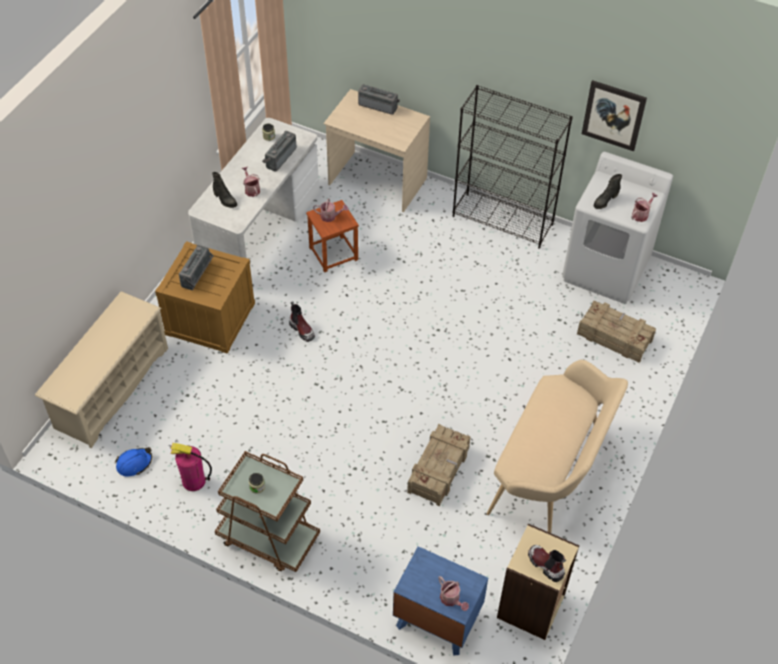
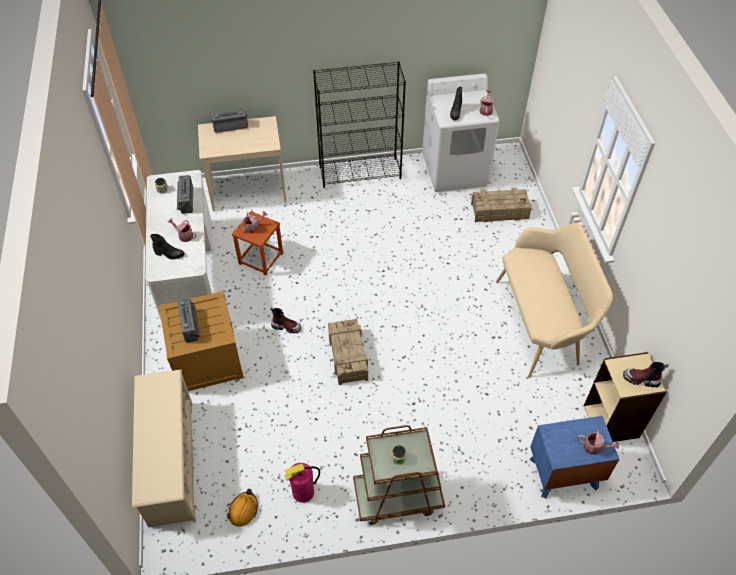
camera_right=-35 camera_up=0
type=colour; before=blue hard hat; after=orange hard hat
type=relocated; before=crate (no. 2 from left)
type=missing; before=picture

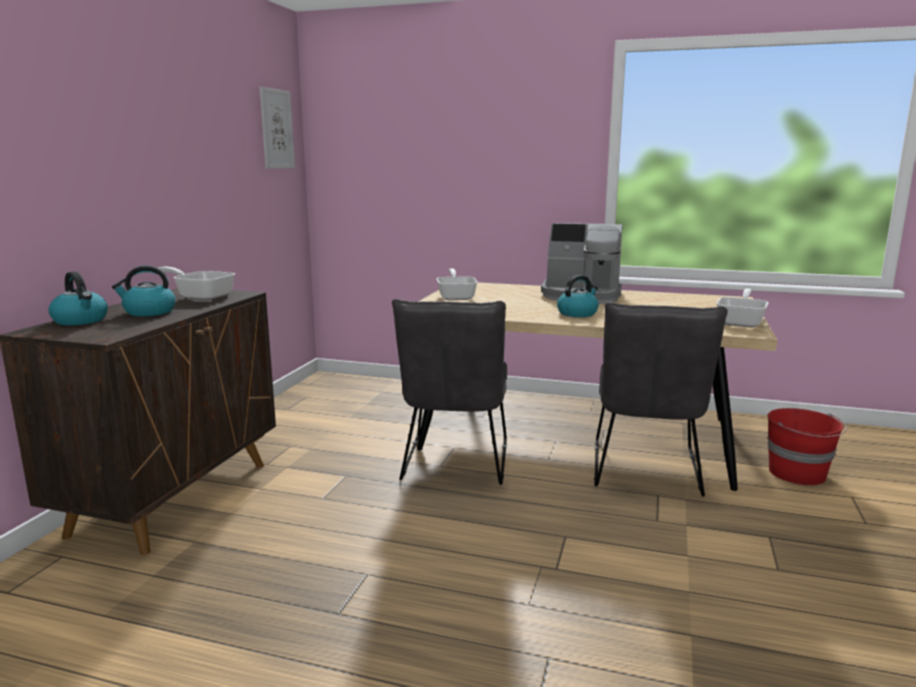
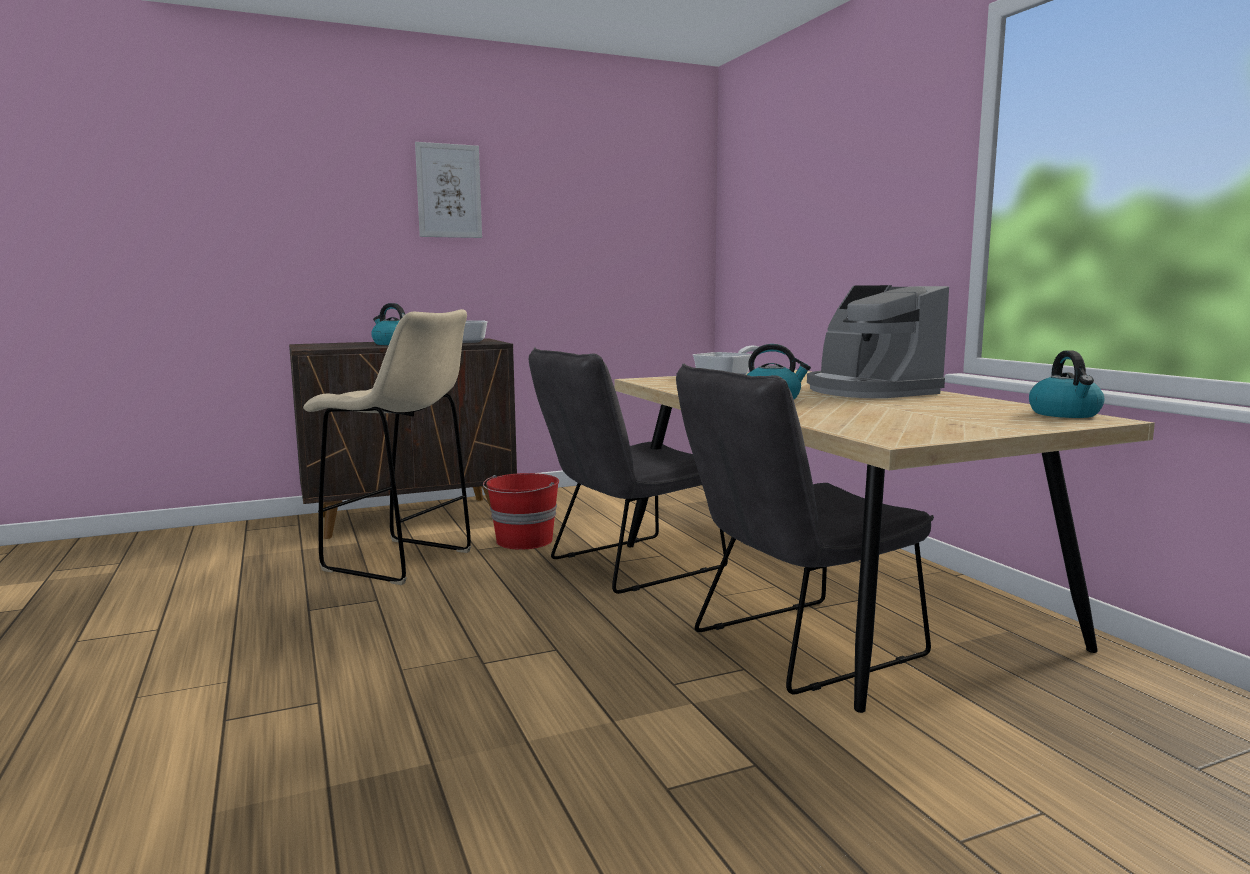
camera_right=50 camera_up=-5
type=relocated; before=kettle (no. 1 from left in the first image); after=kettle (no. 3 from left)
type=relocated; before=picture
type=missing; before=frying pan (no. 3 from left)
type=relocated; before=red bucket
type=appeared; after=beige stool

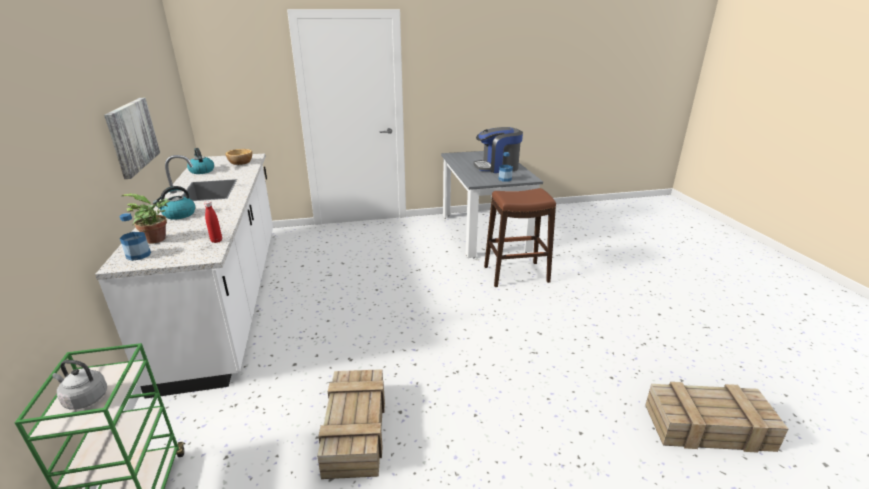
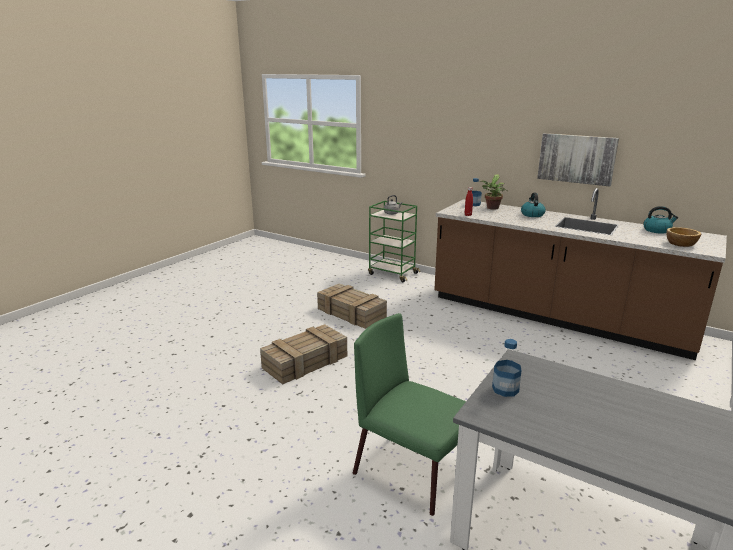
camera_right=135 camera_up=-5
type=colour; before=white counter; after=brown counter
type=missing; before=coffee machine
type=exchanged; before=brown stool; after=green chair
type=relocated; before=crate (no. 2 from left in the first image); after=crate (no. 1 from left)

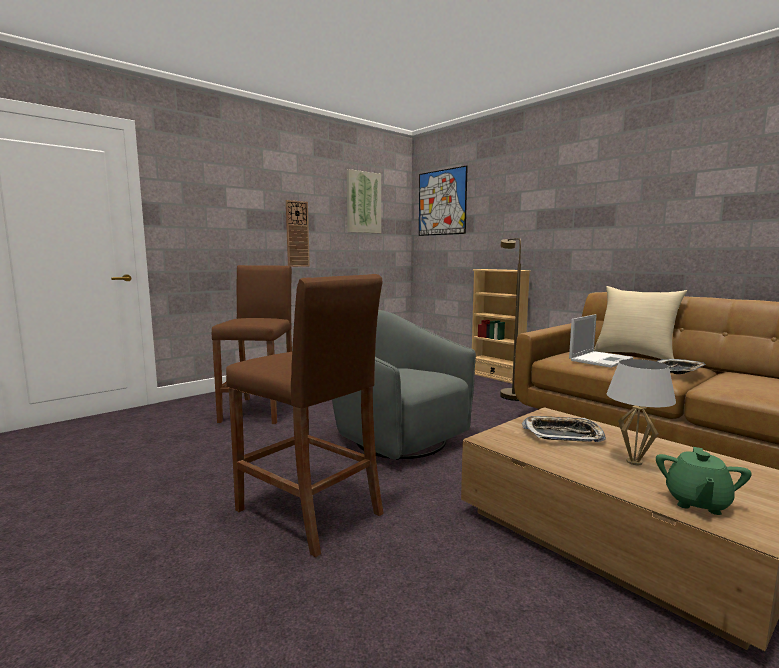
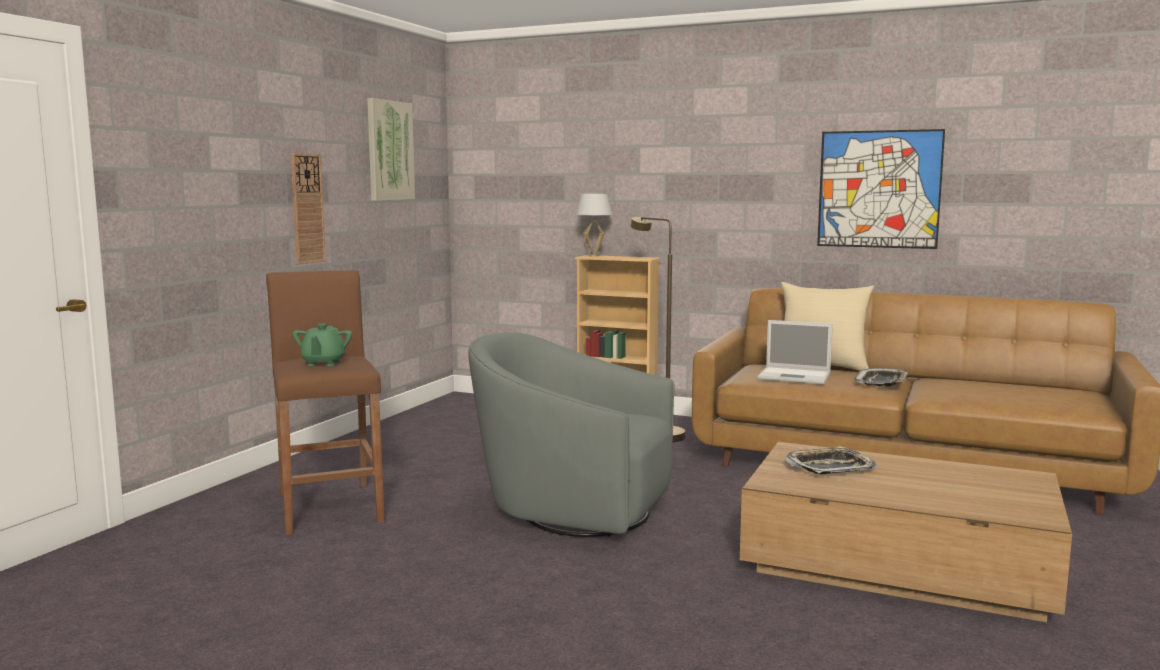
camera_right=-25 camera_up=0
type=missing; before=brown stool (no. 2 from left)
type=relocated; before=picture (no. 2 from left)
type=spun; before=laptop; turn=90
type=relocated; before=white table lamp
type=relocated; before=green teapot

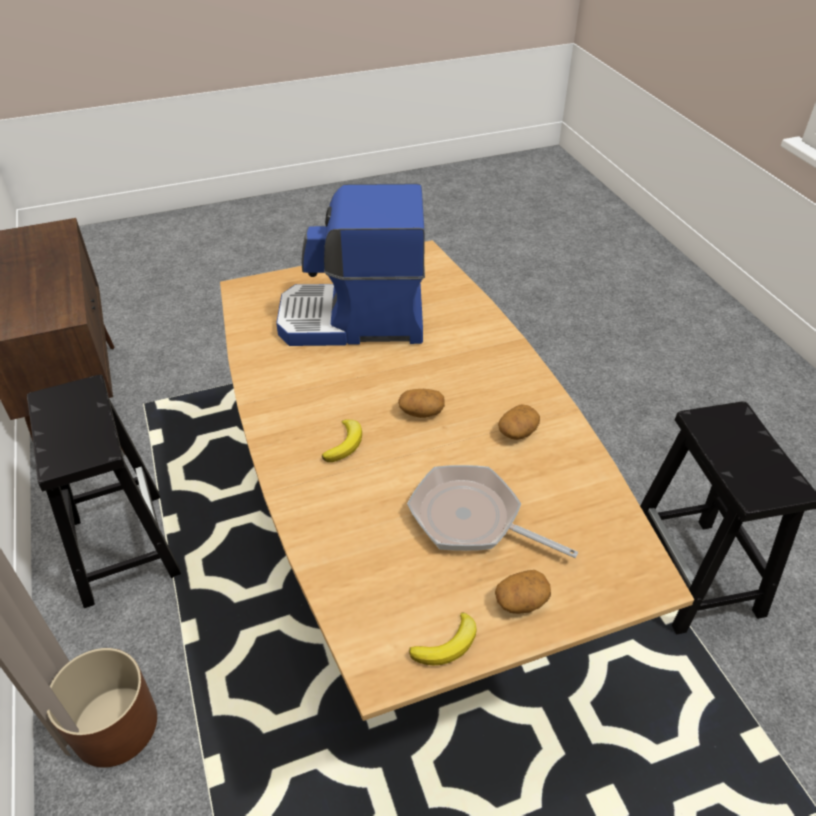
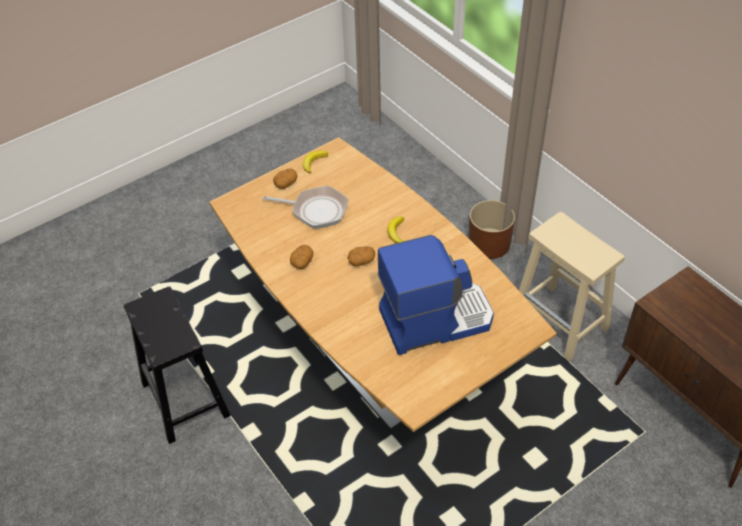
camera_right=165 camera_up=5
type=colour; before=black stool (no. 1 from left); after=beige stool

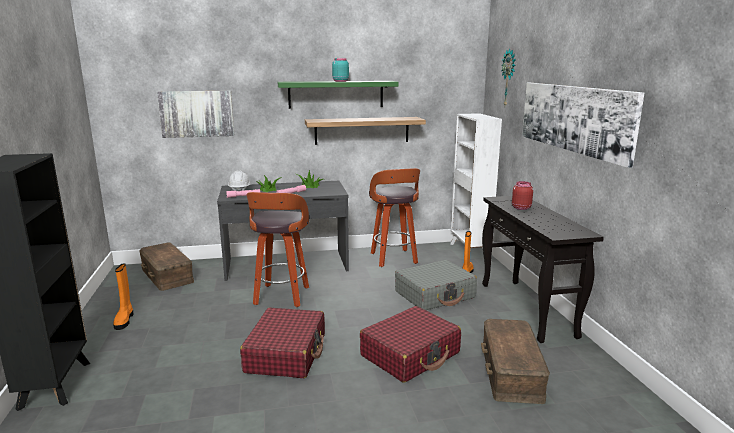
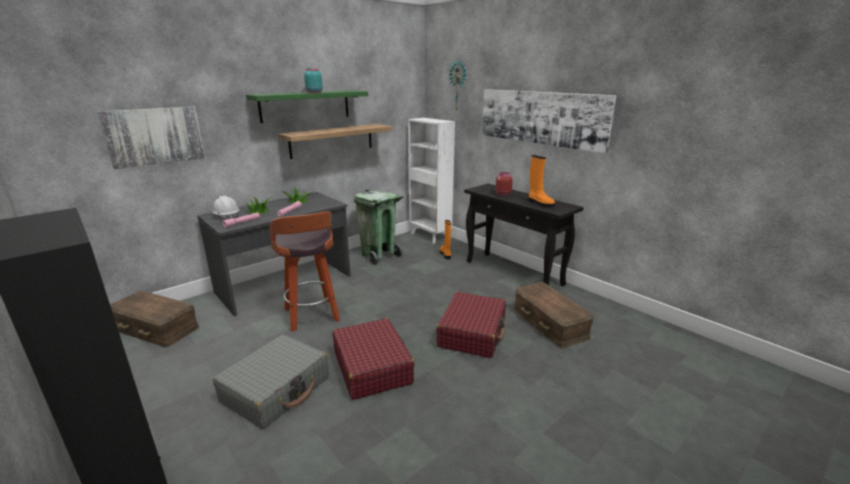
camera_right=-30 camera_up=5
type=relocated; before=orange boot (no. 1 from left in the first image); after=orange boot (no. 2 from left)
type=exchanged; before=stool (no. 2 from left); after=green trash can
type=relocated; before=grey suitcase

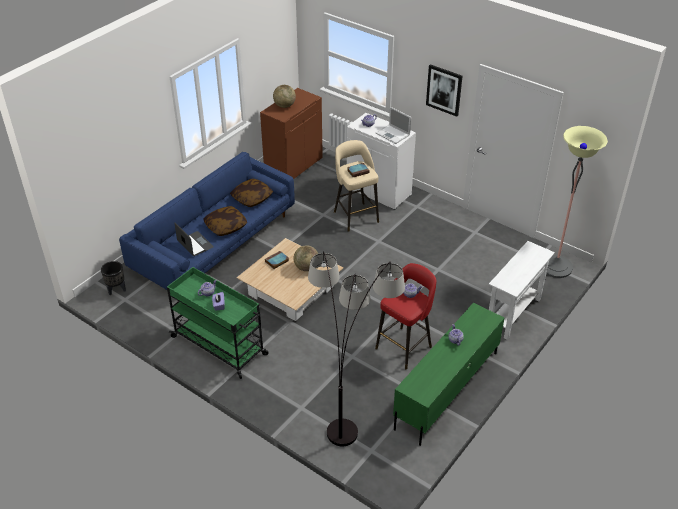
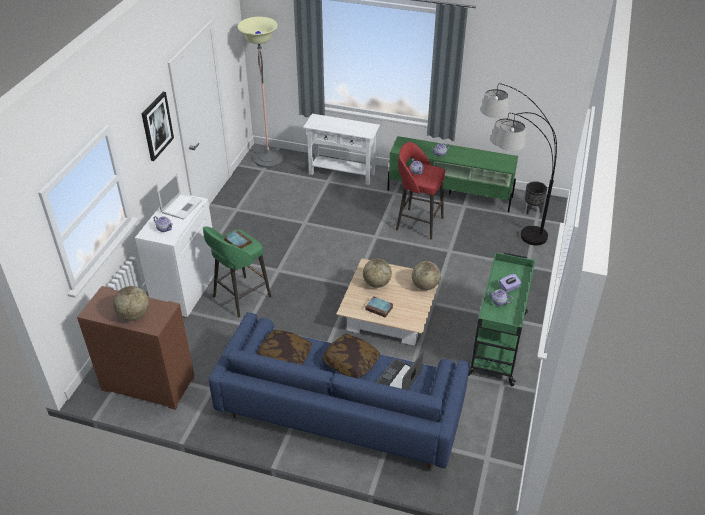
camera_right=-110 camera_up=0
type=relocated; before=black planter
type=colour; before=beige stool; after=green stool
type=appeared; after=globe (no. 3 from left)

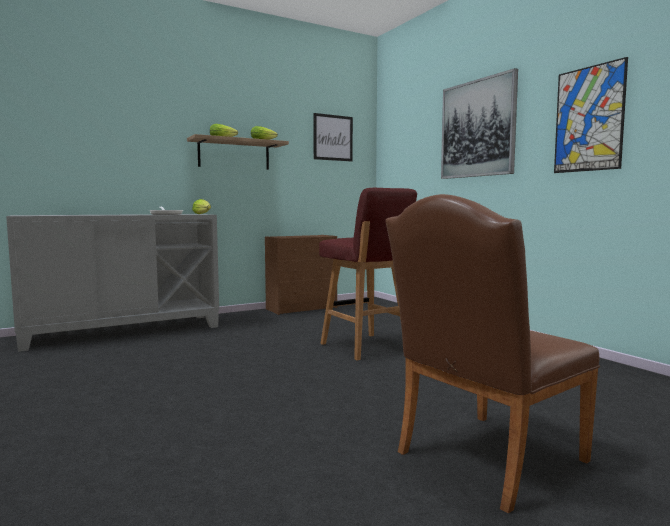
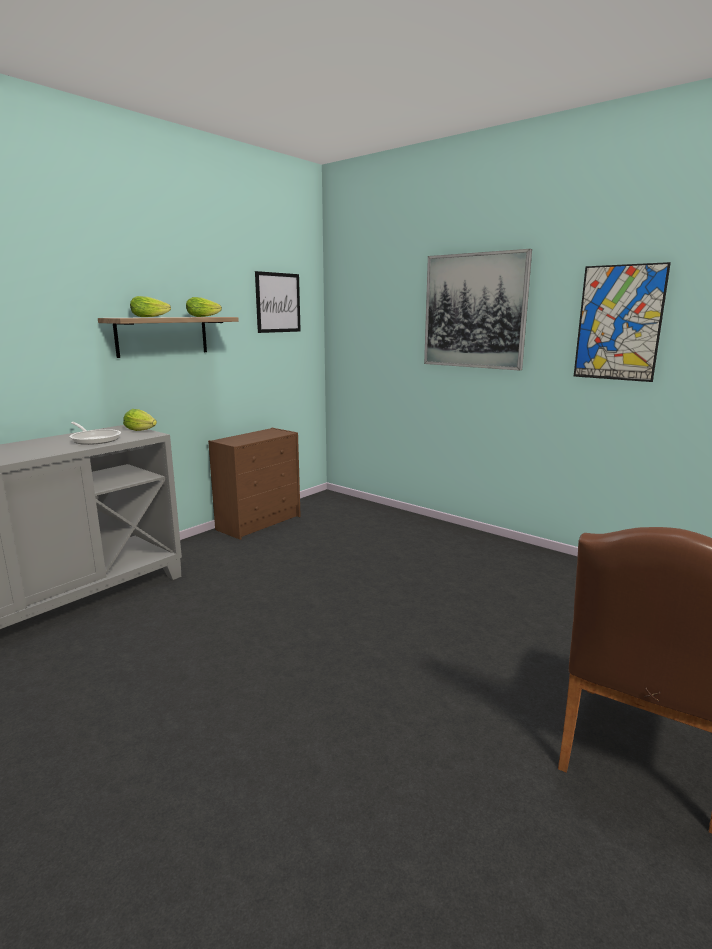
camera_right=-20 camera_up=10
type=missing; before=red stool

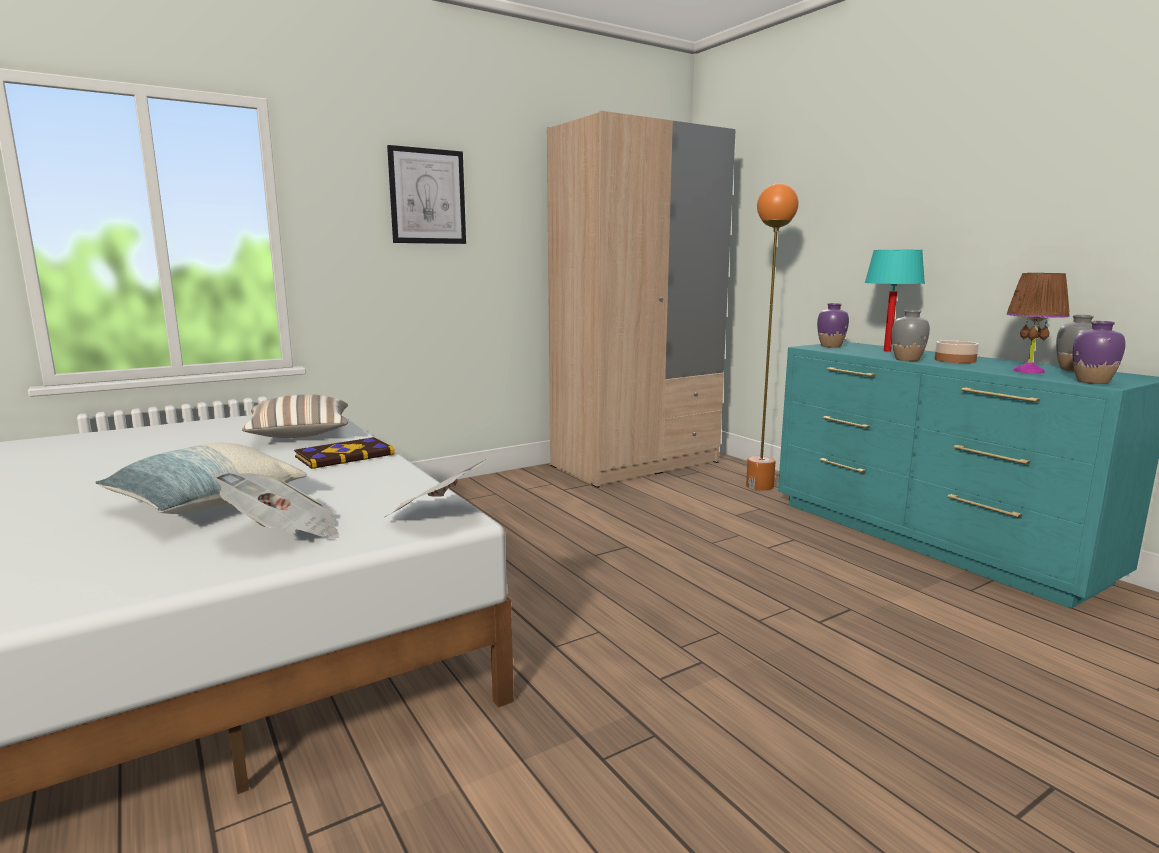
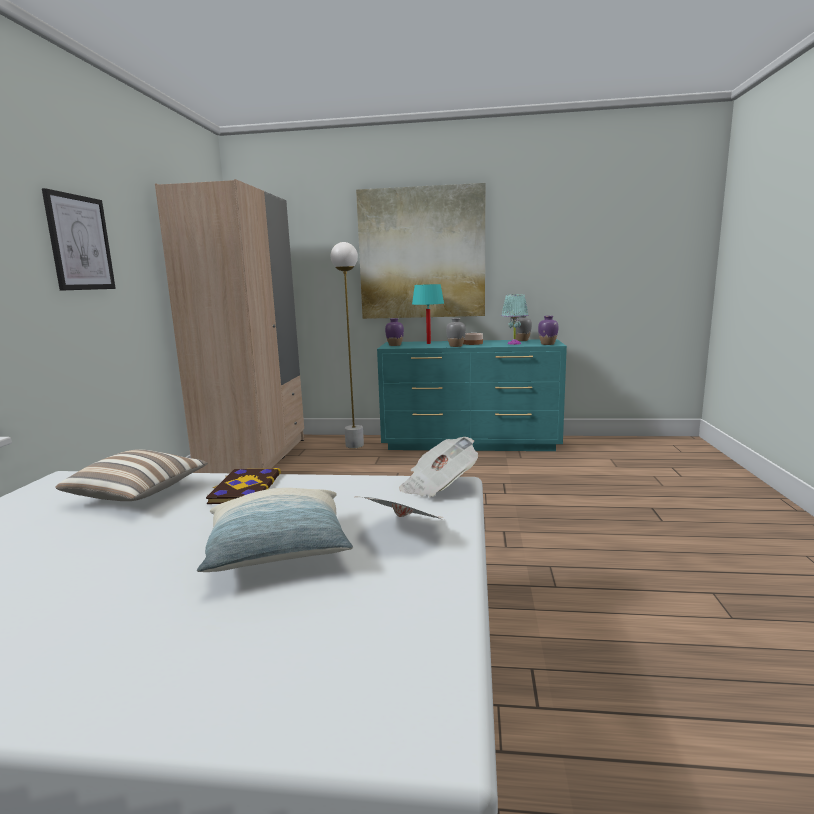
camera_right=-50 camera_up=0
type=colour; before=orange floor lamp; after=white floor lamp
type=colour; before=brown table lamp; after=turquoise table lamp (no. 2 from left)
type=appeared; after=picture (no. 2 from left)

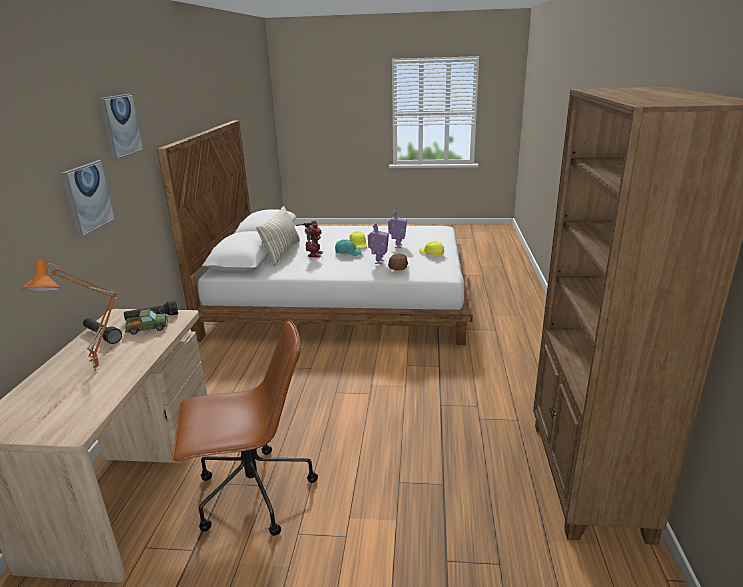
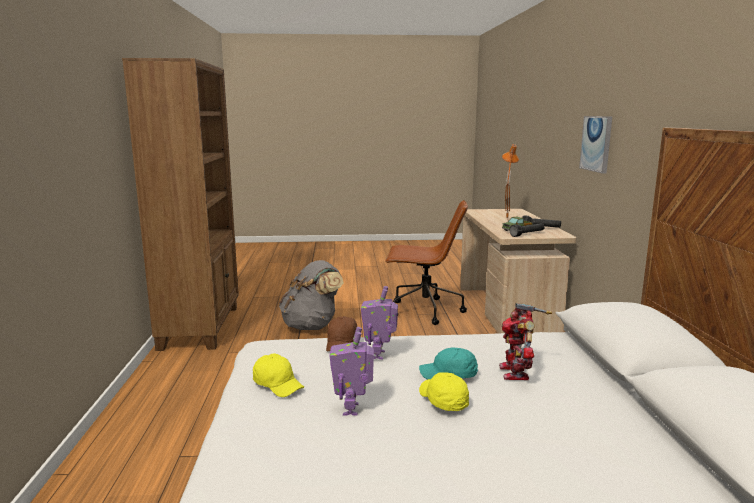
camera_right=170 camera_up=-10
type=missing; before=picture (no. 2 from left)
type=spun; before=brown office chair; turn=-150
type=missing; before=pillow
type=appeared; after=grey backpack

